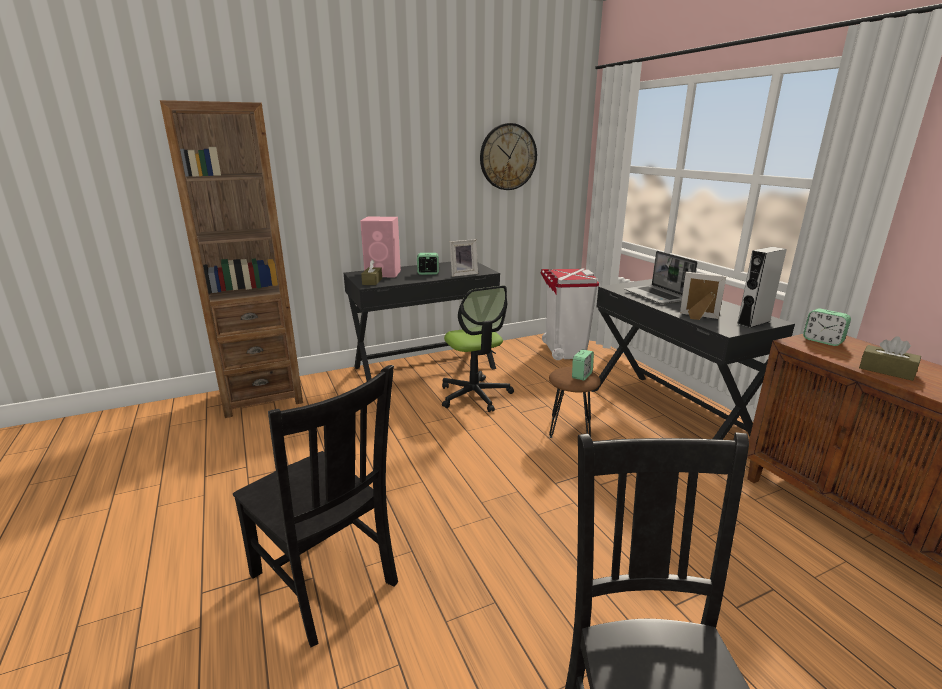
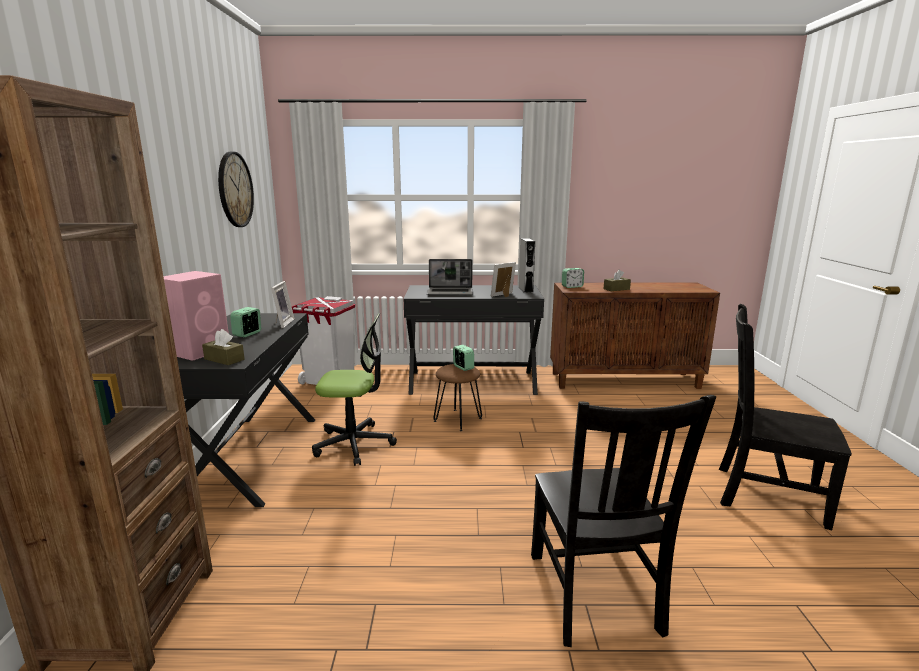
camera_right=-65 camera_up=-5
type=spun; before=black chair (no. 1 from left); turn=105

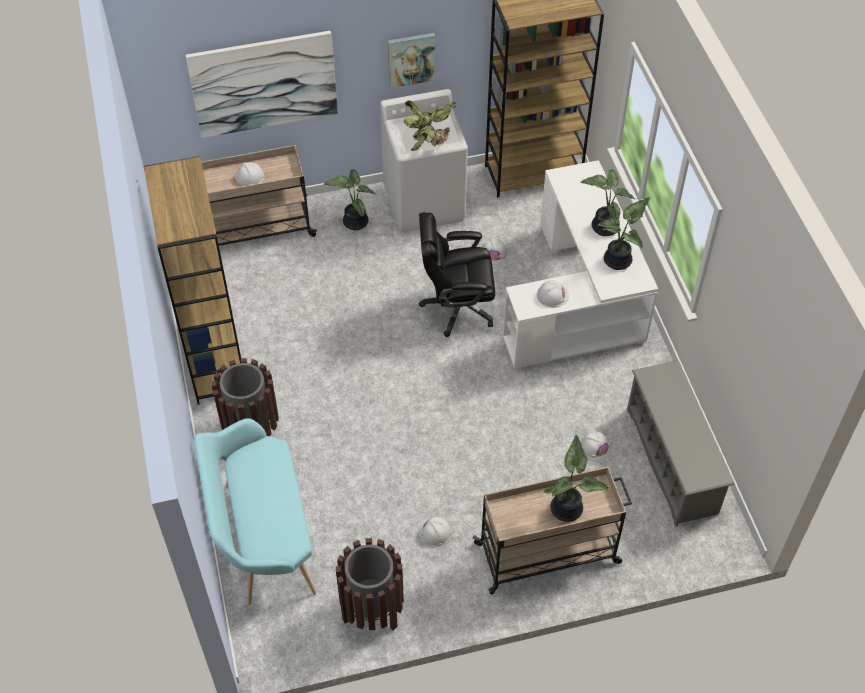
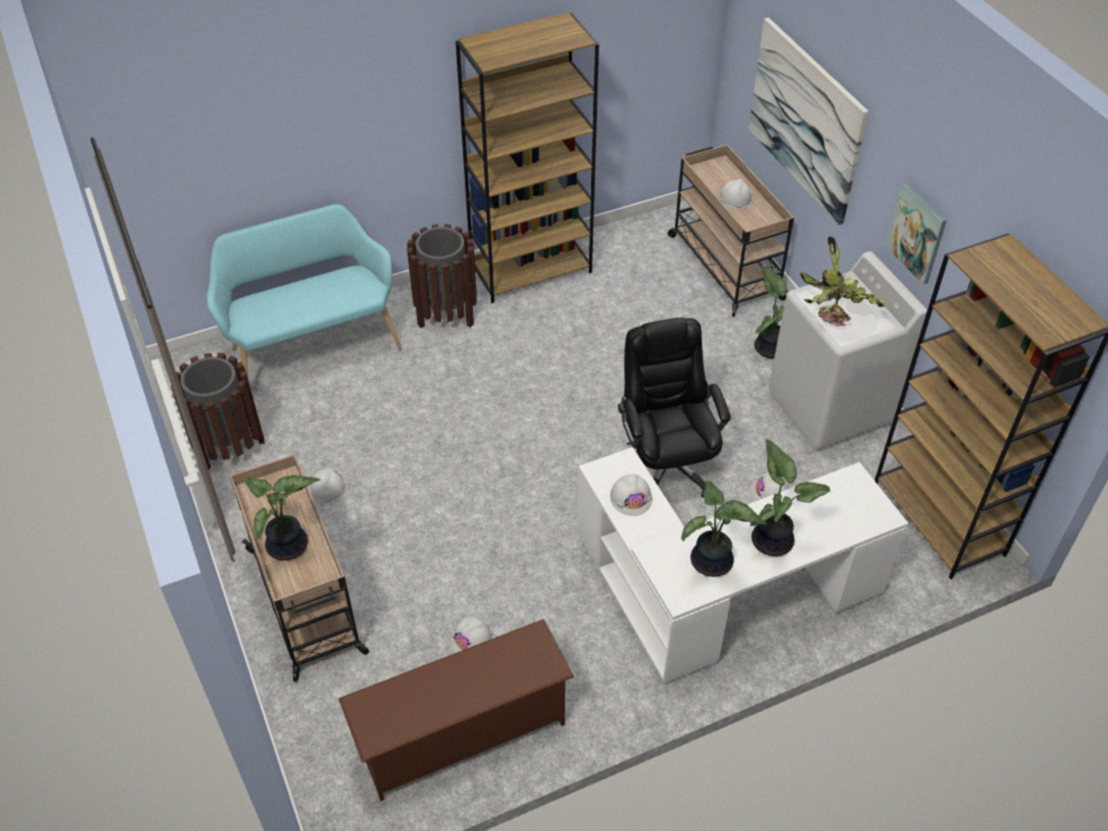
camera_right=80 camera_up=-5
type=colour; before=grey shoe rack; after=brown shoe rack

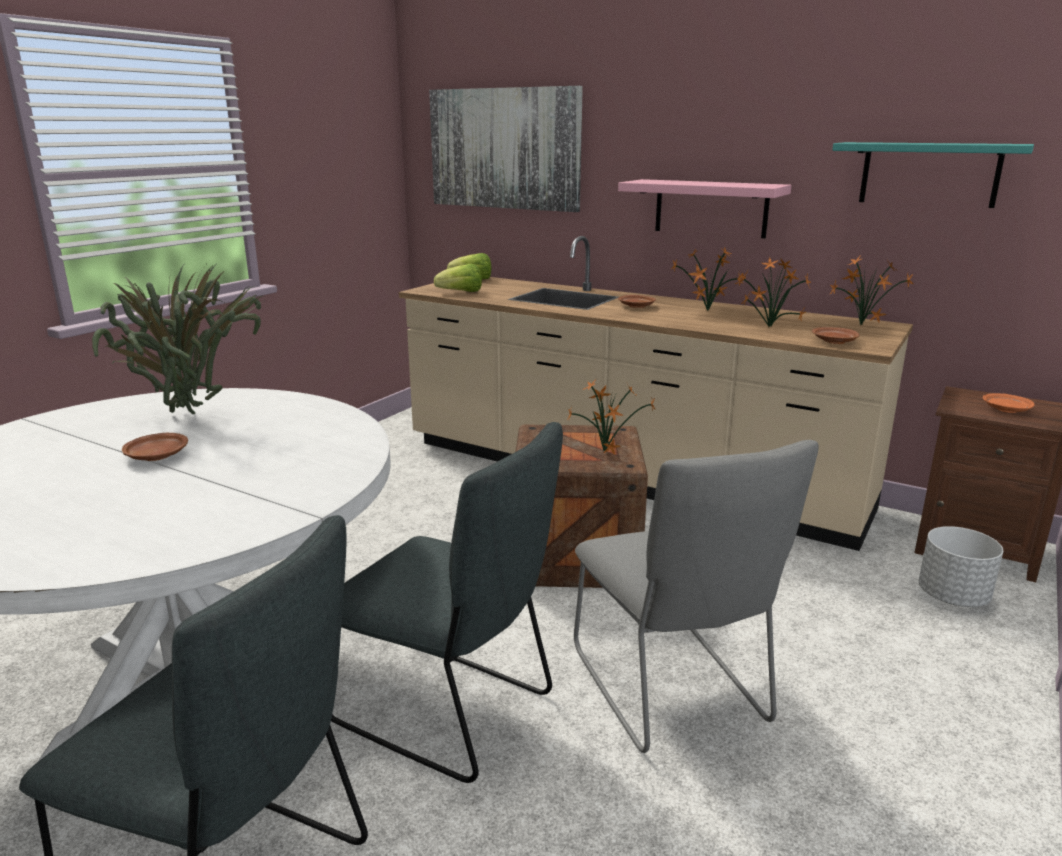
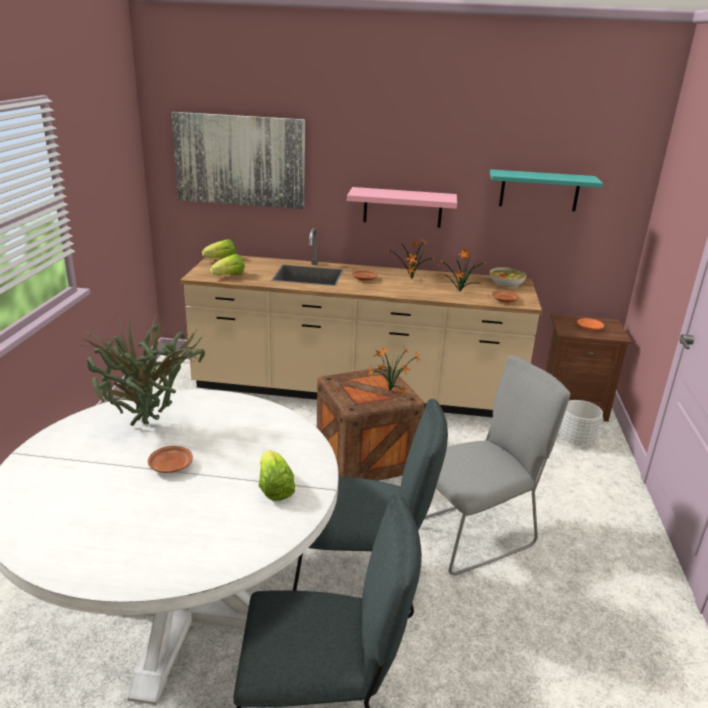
camera_right=-25 camera_up=5
type=spun; before=grey chair (no. 3 from left); turn=-75
type=exchanged; before=potted plant (no. 5 from left); after=bowl
type=appeared; after=lettuce (no. 3 from left)

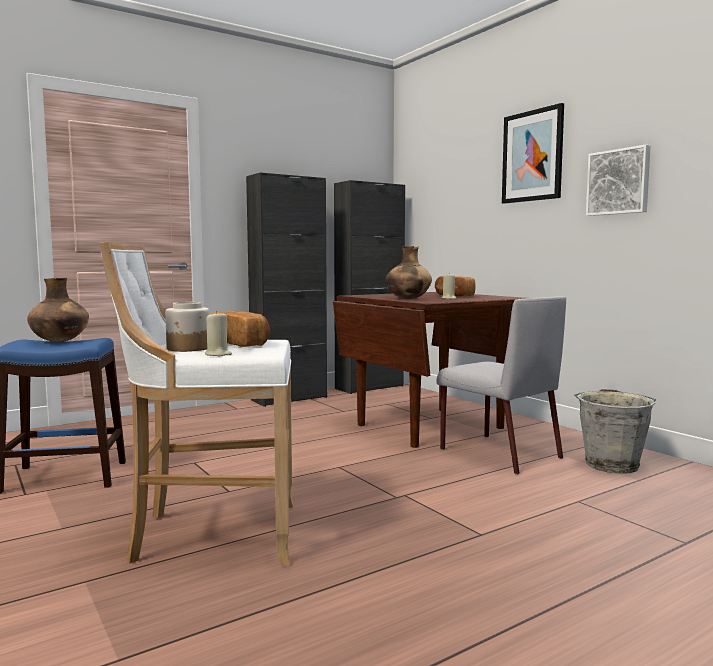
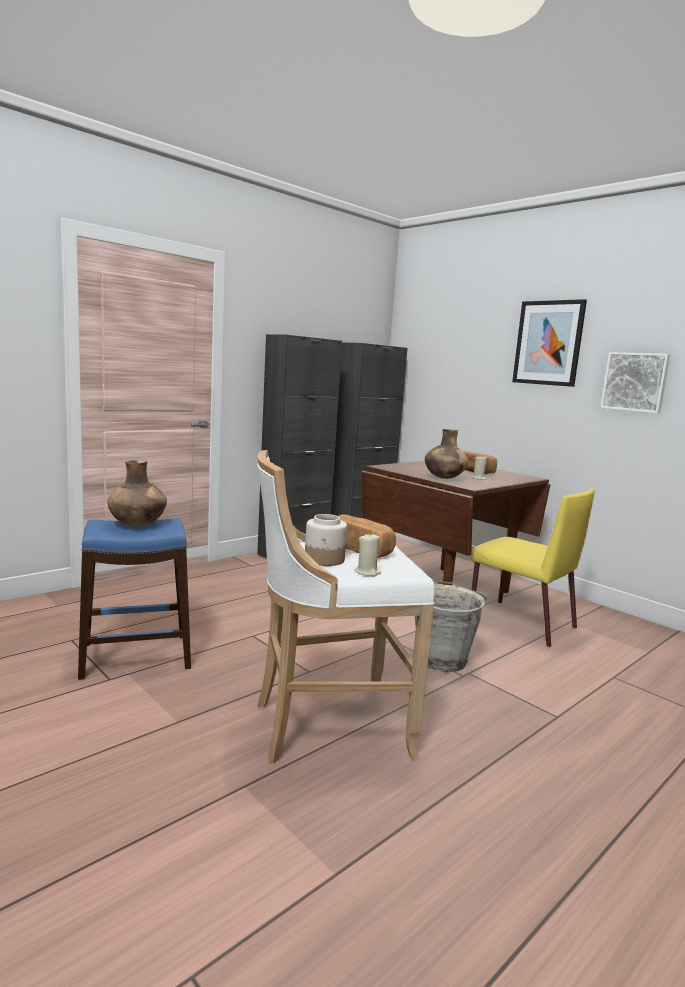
camera_right=-10 camera_up=5
type=colour; before=grey chair; after=yellow chair
type=relocated; before=grey bucket

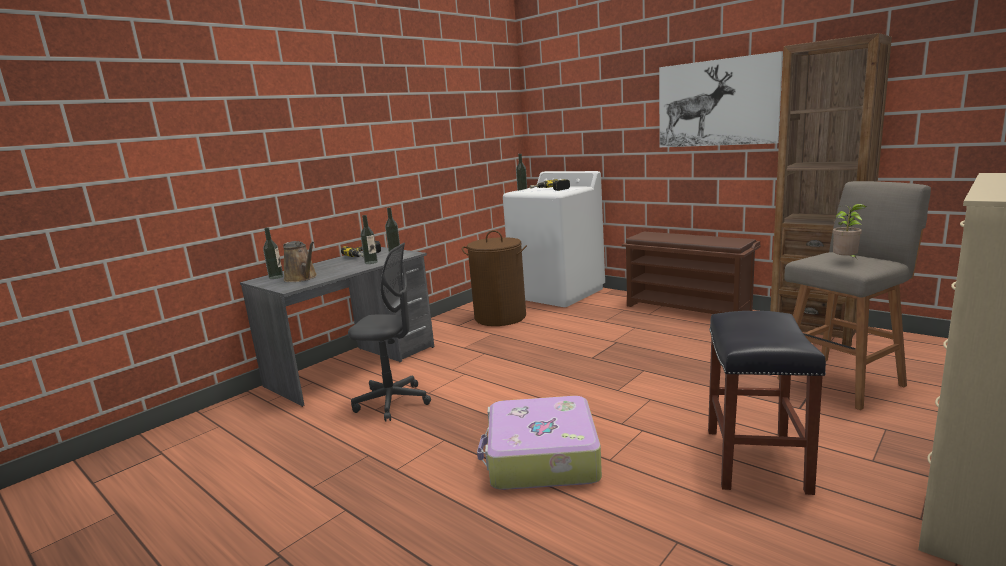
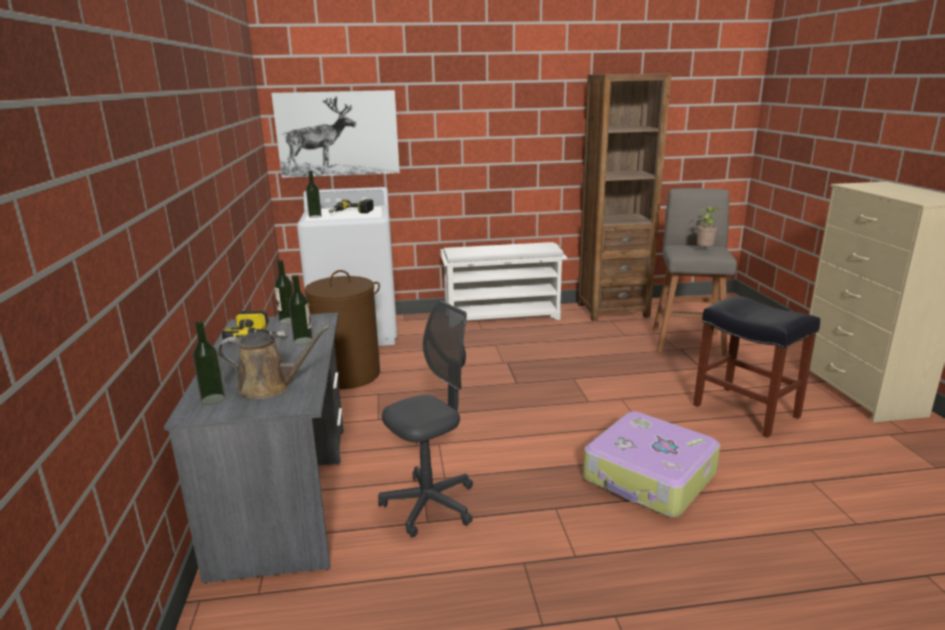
camera_right=-50 camera_up=5
type=colour; before=brown shoe rack; after=white shoe rack
type=relocated; before=picture

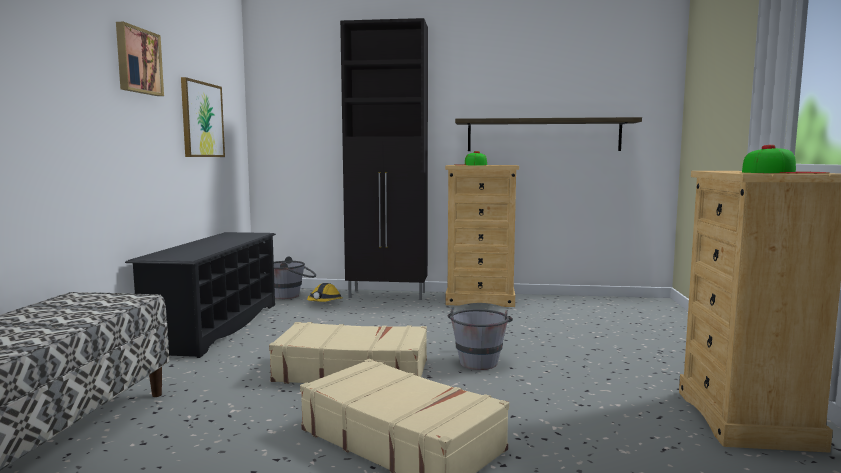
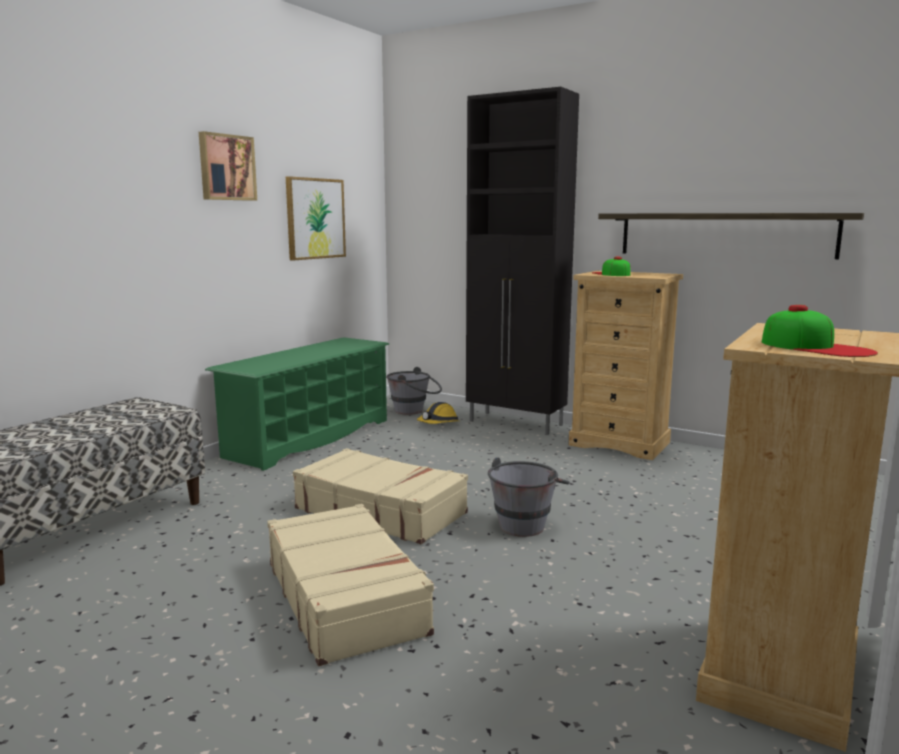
camera_right=25 camera_up=5
type=colour; before=black shoe rack; after=green shoe rack

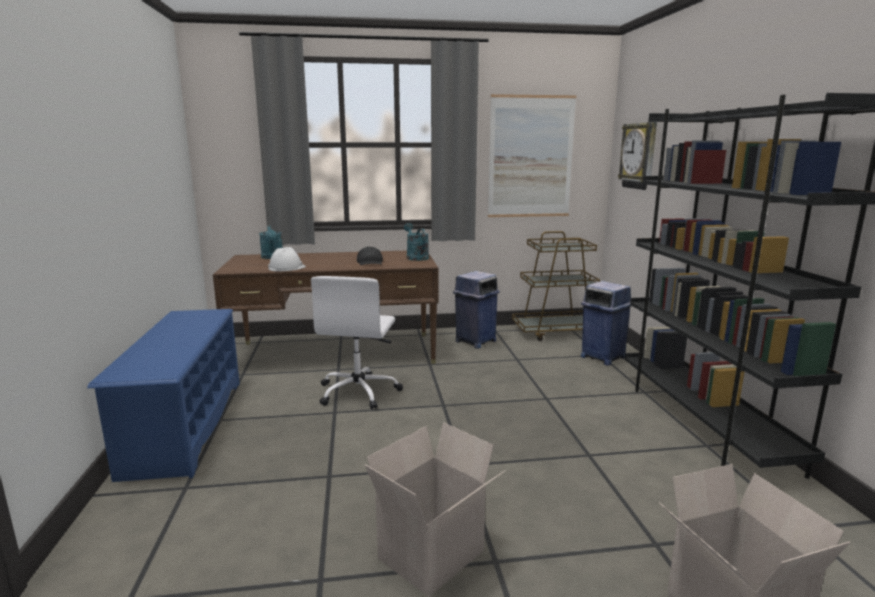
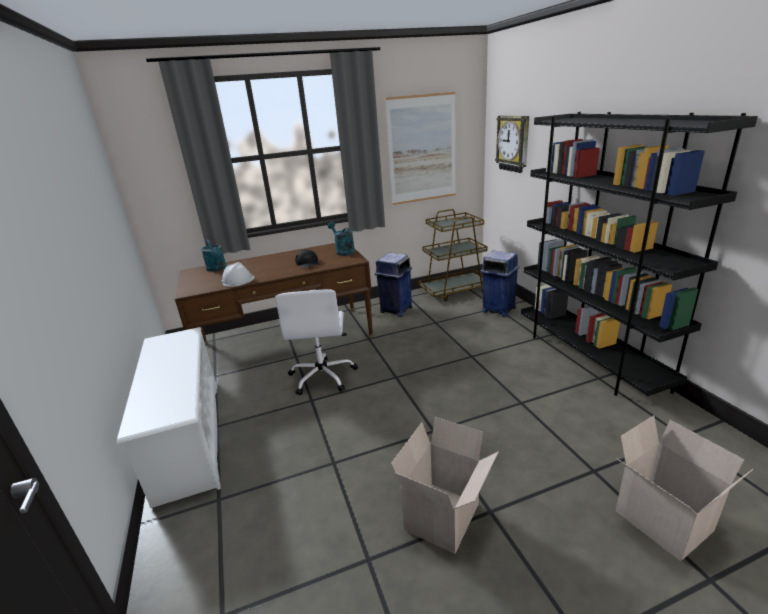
camera_right=-10 camera_up=10
type=colour; before=blue shoe rack; after=white shoe rack

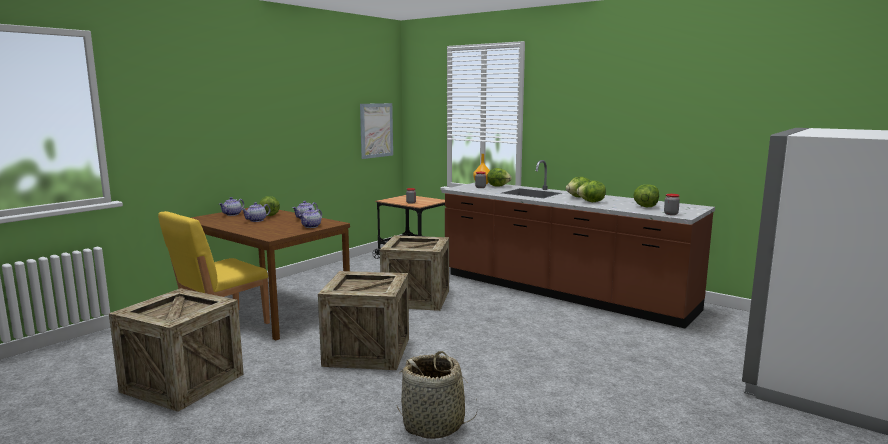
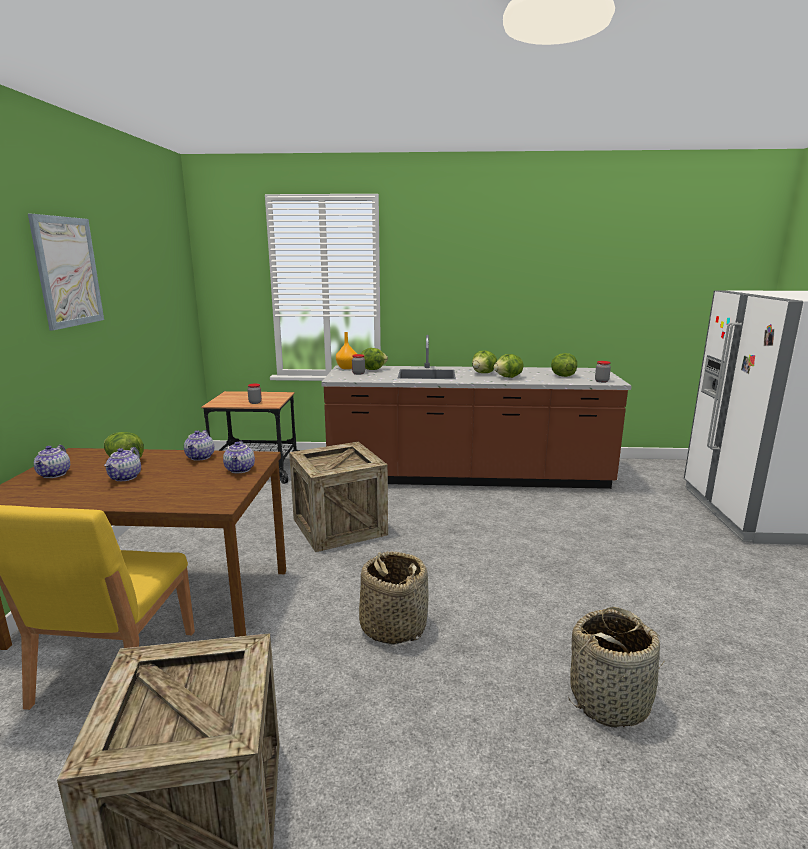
camera_right=-35 camera_up=5
type=exchanged; before=crate (no. 2 from left); after=basket (no. 1 from left)
type=relocated; before=picture

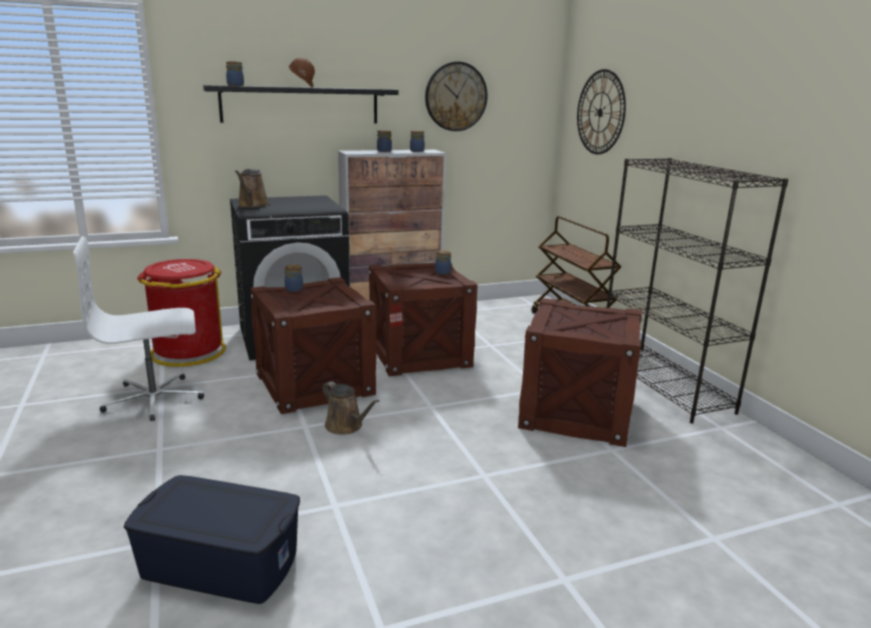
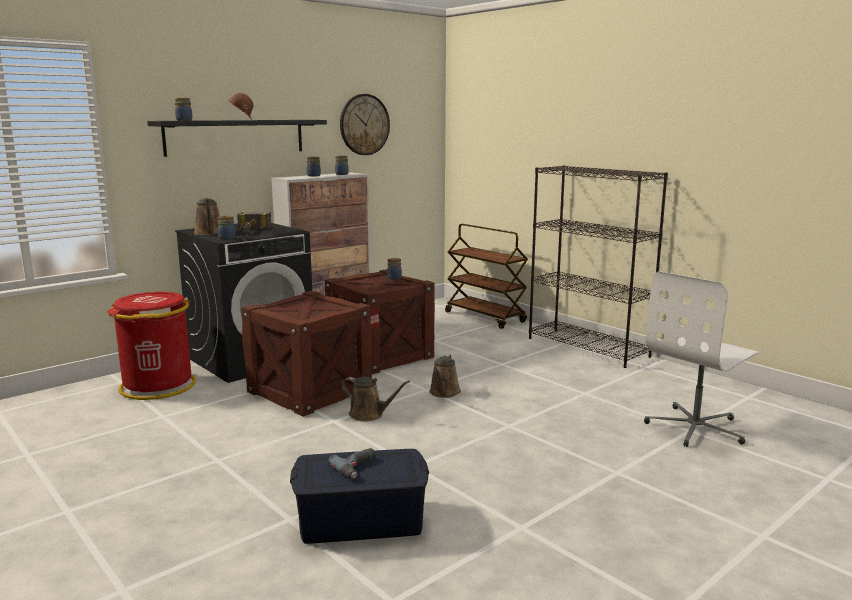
camera_right=-20 camera_up=-5
type=relocated; before=white office chair
type=relocated; before=jar (no. 2 from left)
type=missing; before=crate (no. 3 from left)
type=missing; before=wall clock (no. 2 from left)
type=appeared; after=hammer
type=appeared; after=power drill
type=appeared; after=brown watering can (no. 3 from left)

